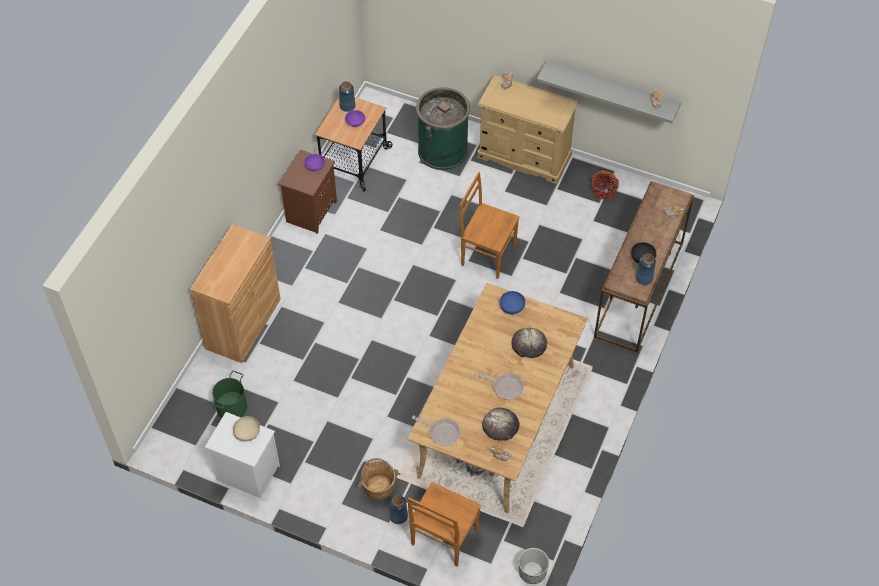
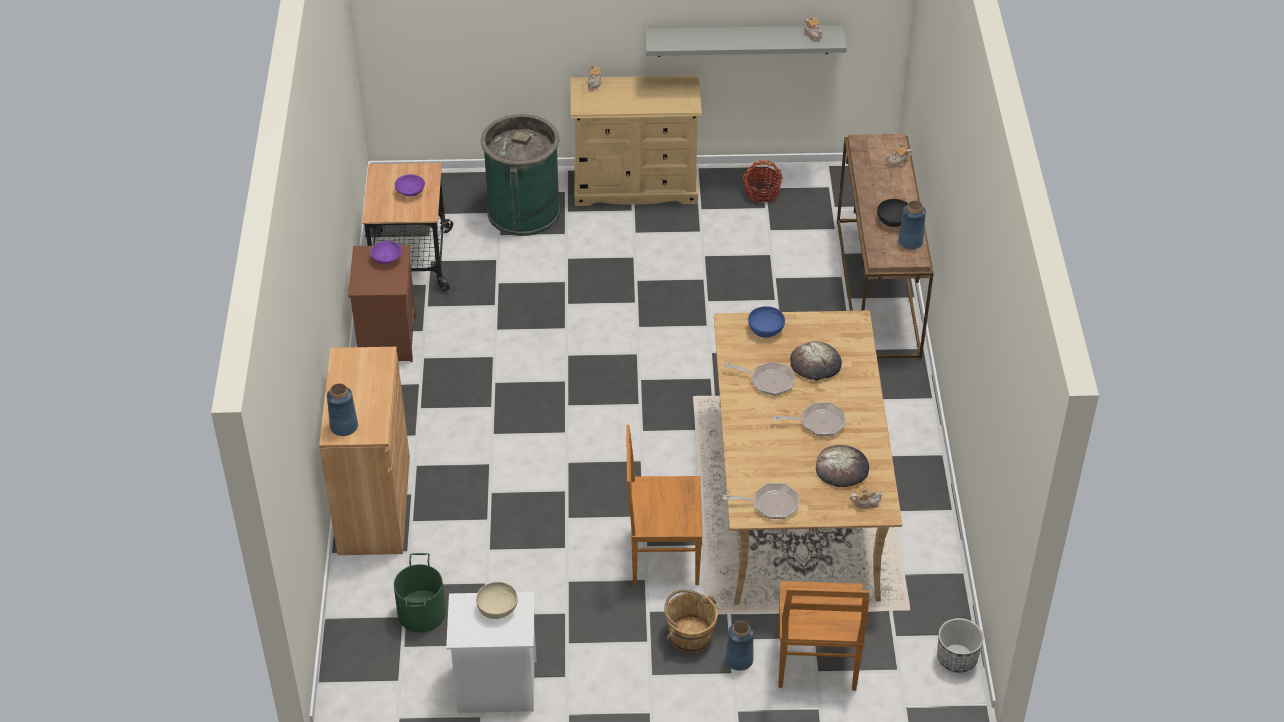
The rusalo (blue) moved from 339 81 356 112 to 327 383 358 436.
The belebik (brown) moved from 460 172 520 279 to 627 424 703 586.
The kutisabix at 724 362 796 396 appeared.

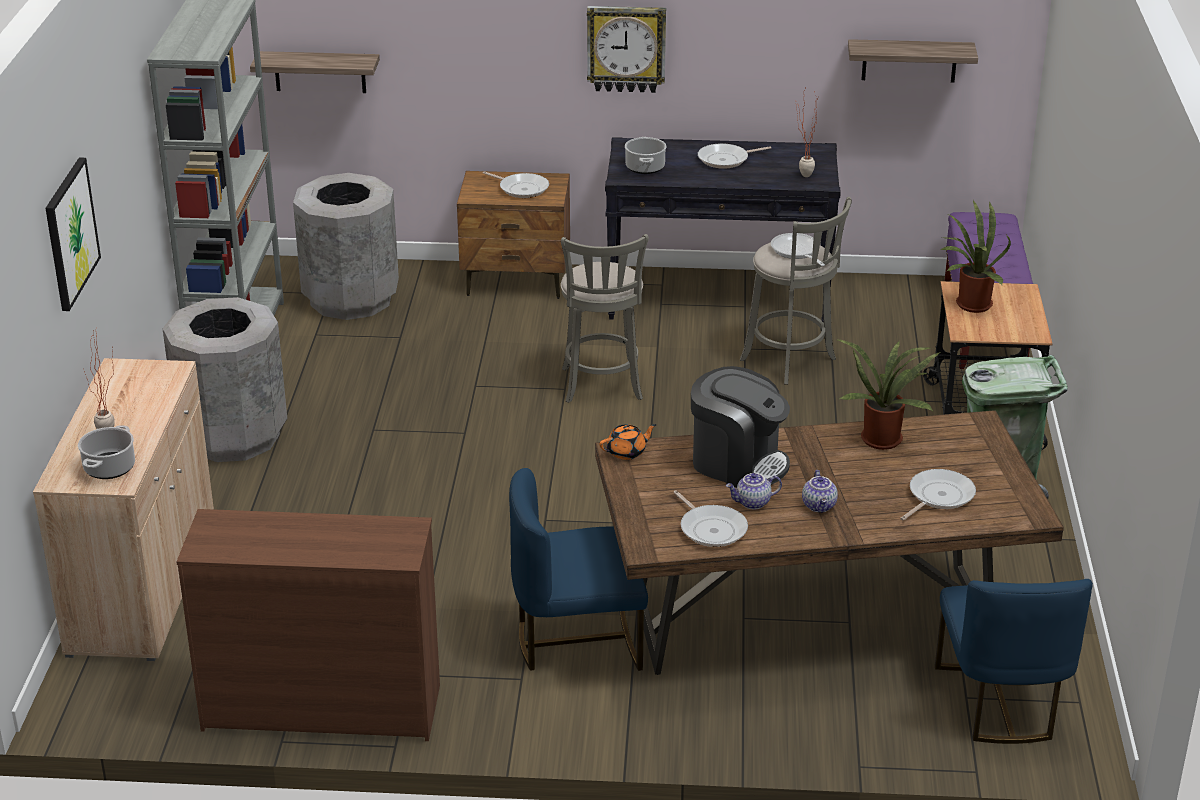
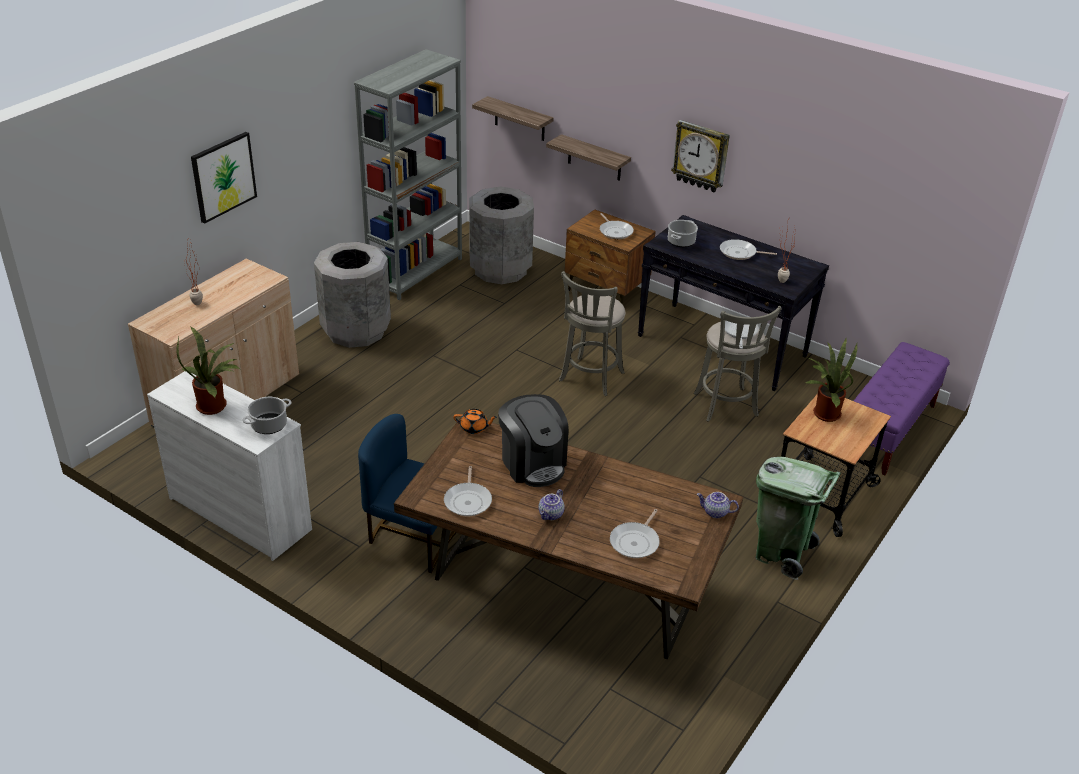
The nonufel moved from 78 425 135 479 to 243 397 292 434.
The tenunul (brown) at 176 509 440 741 became the tenunul (white) at 147 371 312 561.
The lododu moved from 726 473 782 509 to 697 492 739 518.
The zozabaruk moved from 836 339 941 450 to 177 327 240 415.
The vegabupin moved from 848 39 978 83 to 546 134 631 181.
The kutisabix at 900 469 976 521 turned 135 degrees clockwise.
The belebik (blue) at 935 579 1093 744 disappeared.

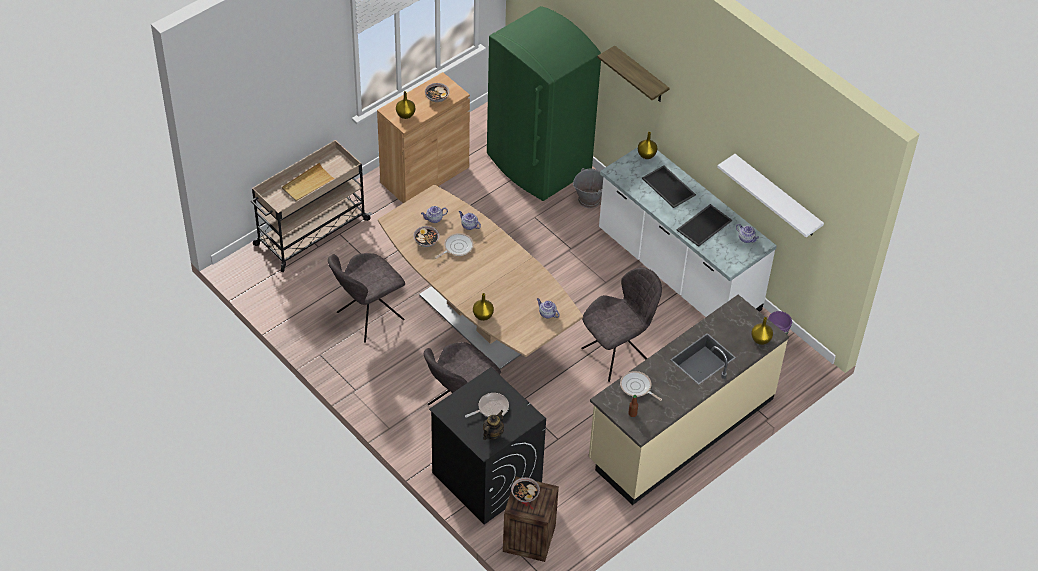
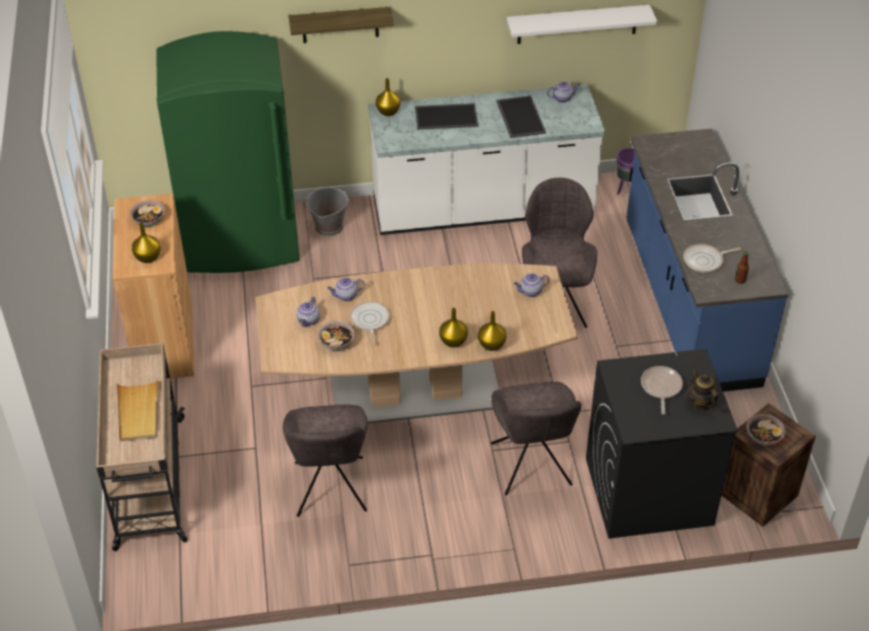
The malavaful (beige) at 589 294 789 505 became the malavaful (blue) at 626 129 788 392.
The rusalo (yellow) moved from 751 317 773 345 to 439 308 468 347.

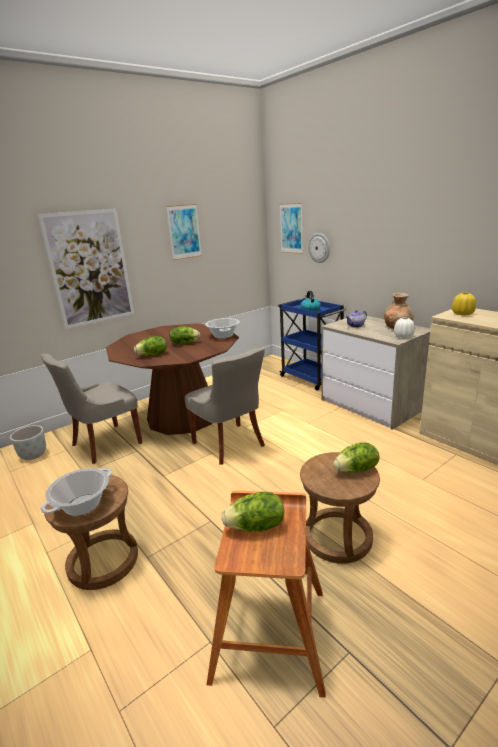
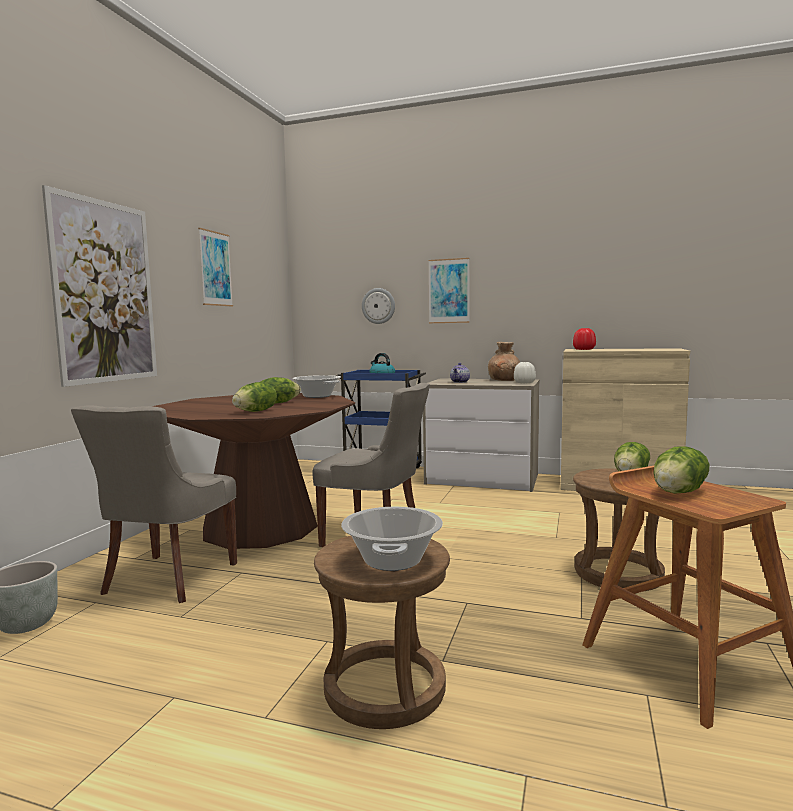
The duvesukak moved from 279 203 303 254 to 428 258 470 323.
The rusalo (yellow) at 452 293 476 315 became the rusalo (red) at 573 328 596 350.

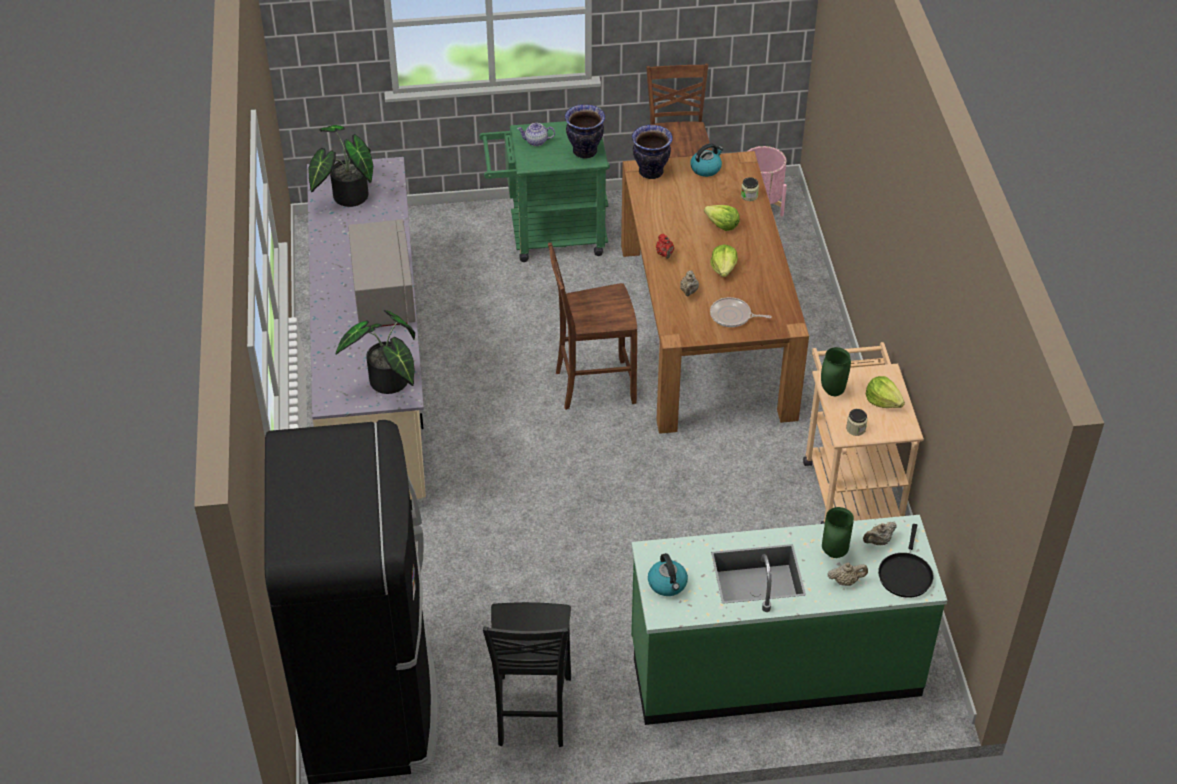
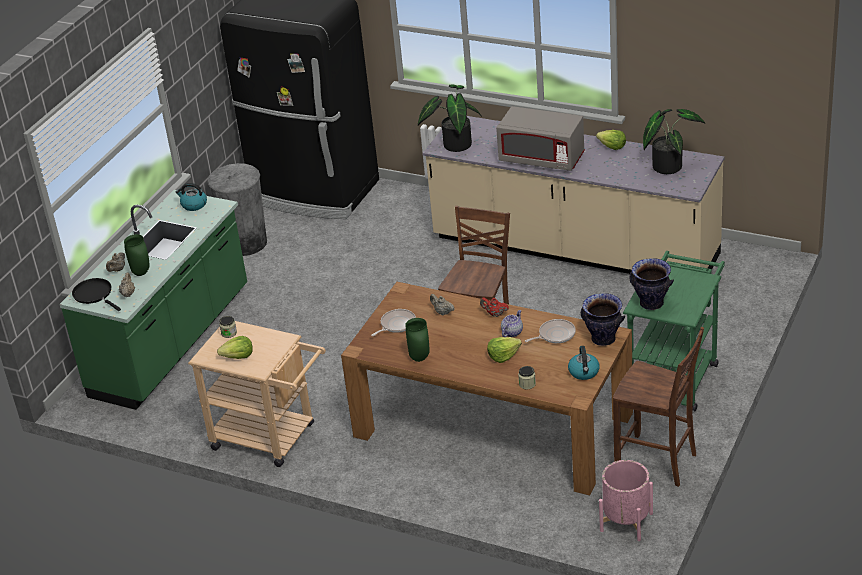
The belebik (black) at 483 602 571 747 was replaced by the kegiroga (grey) at 207 163 267 256.
The lododu moved from 517 123 555 146 to 501 310 523 337.
The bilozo moved from 710 245 738 277 to 596 130 626 150.
The rusalo (green) moved from 821 347 851 396 to 405 318 430 362.
The kutisabix at 525 319 576 343 appeared.

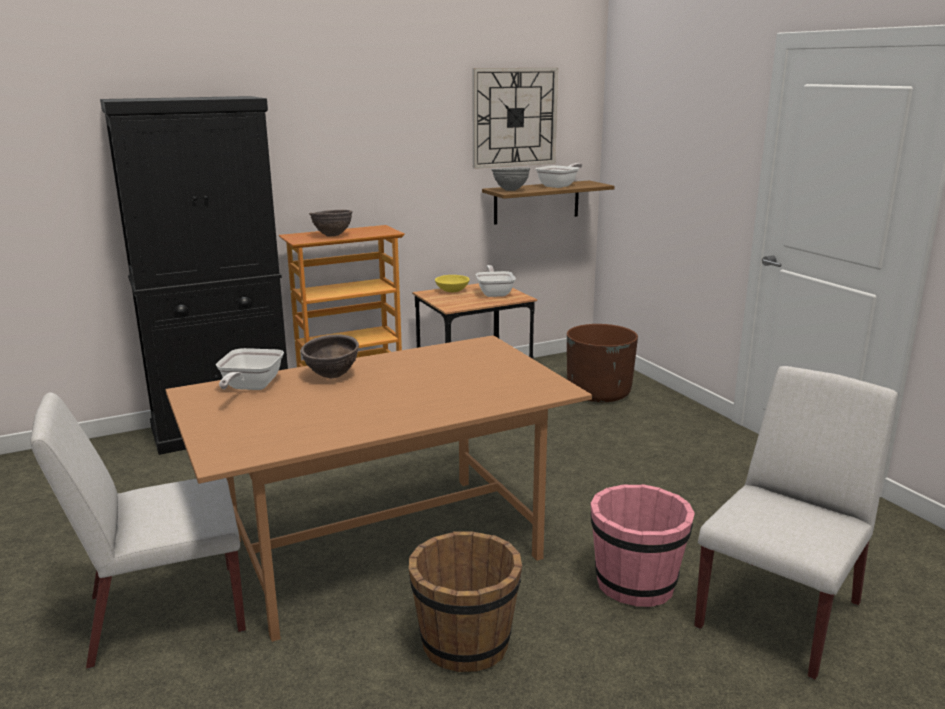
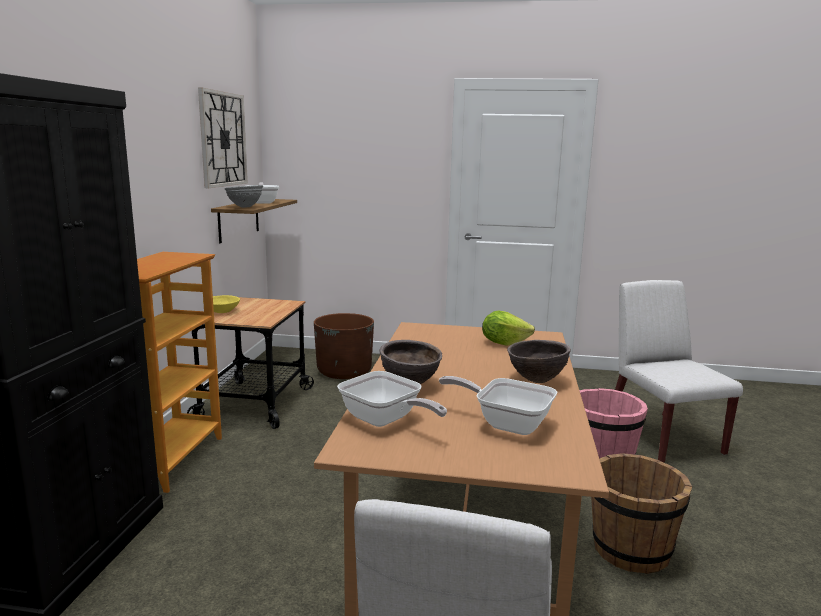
The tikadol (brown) moved from 309 210 352 237 to 507 340 571 383.
The kutisabix moved from 476 265 516 297 to 439 376 557 435.
The bilozo at 482 311 535 346 appeared.

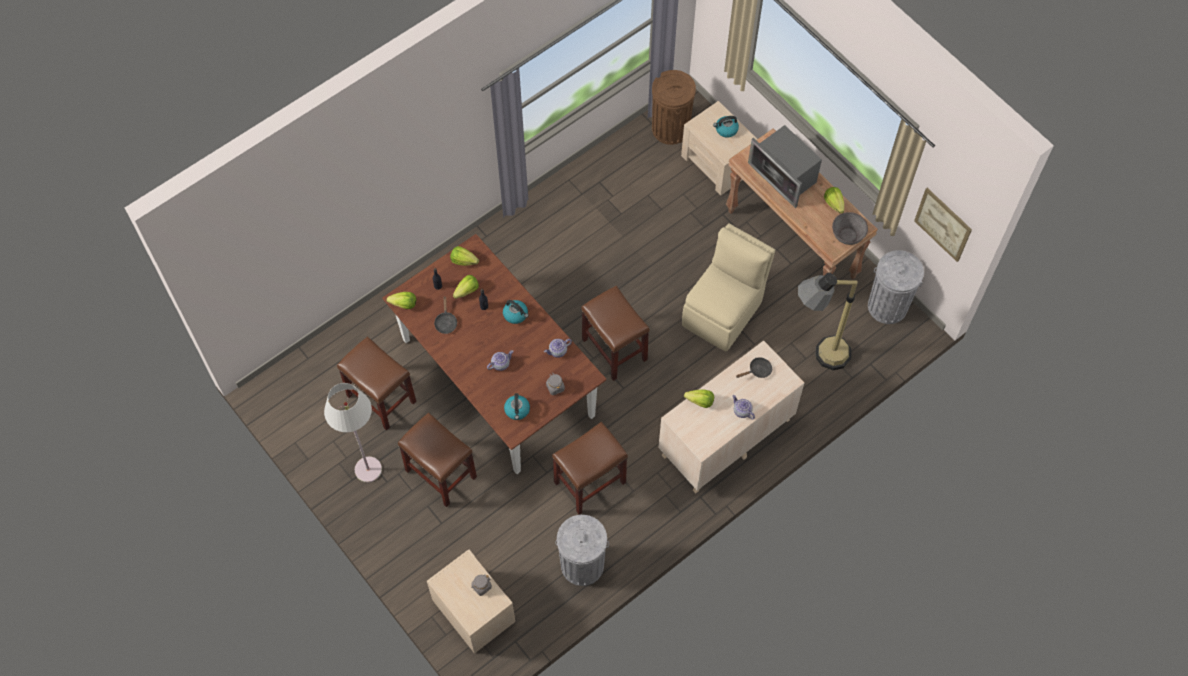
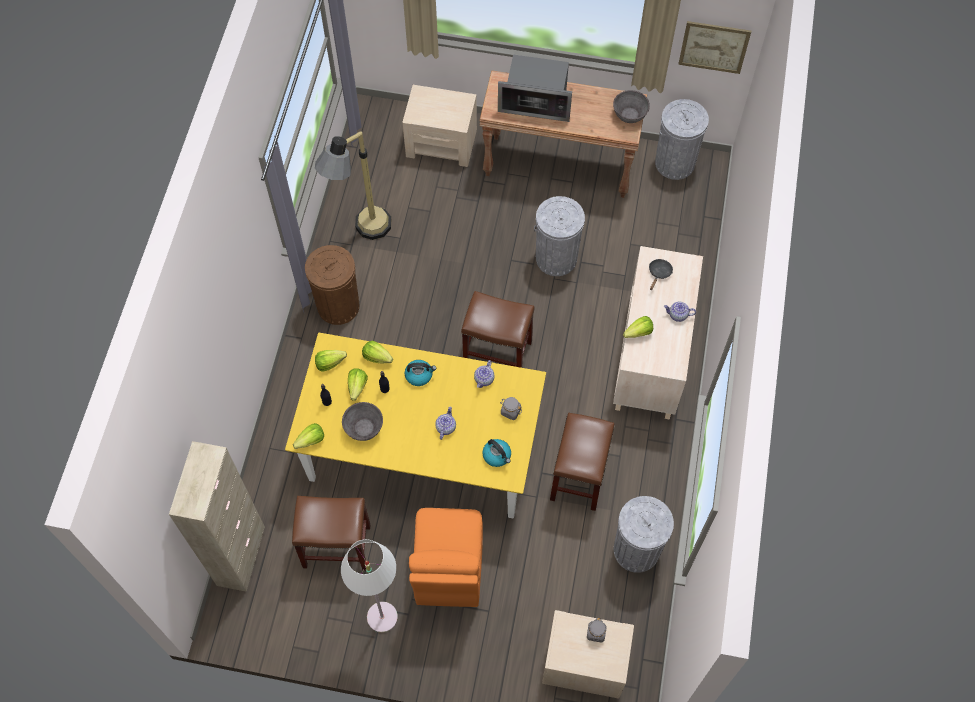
The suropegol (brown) at 382 234 606 474 became the suropegol (yellow) at 285 333 546 518.
The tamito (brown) at 398 412 477 507 was replaced by the belebik (orange) at 409 508 483 607.
The kutisabix (black) at 434 296 458 334 was replaced by the tikadol (grey) at 342 402 383 441.
The kegiroga (brown) moved from 652 70 696 145 to 305 245 359 325.
The belebik (beige) at 682 223 775 351 was replaced by the kegiroga (grey) at 534 196 585 276.
The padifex at 713 116 739 138 disappeared.
The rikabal moved from 798 273 858 371 to 315 131 391 240.
The bilozo moved from 824 187 844 214 to 362 341 393 363.
The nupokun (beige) at 169 441 265 592 appeared.

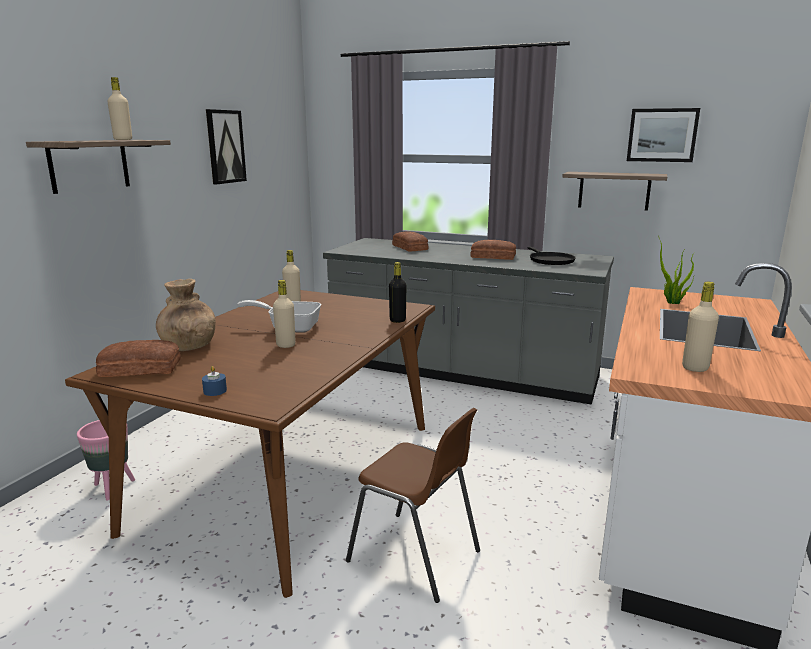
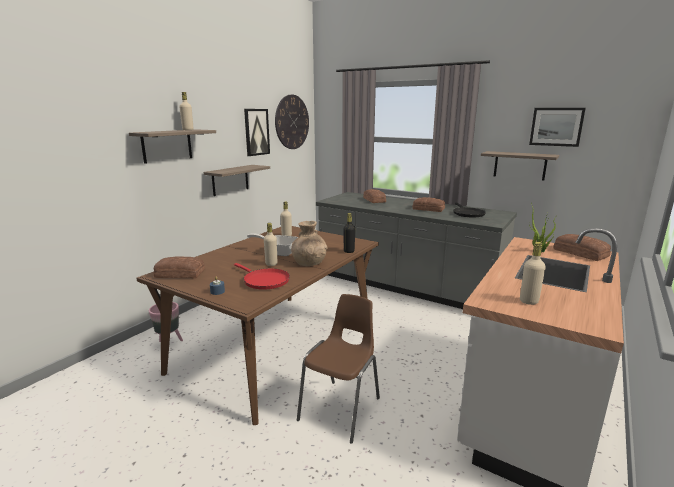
The rusalo (brown) moved from 156 279 216 351 to 291 221 328 266.
The belebik (brown) at 346 408 480 603 turned 105 degrees counterclockwise.
The vegabupin at 204 165 270 196 appeared.
The kutisabix (red) at 234 263 290 290 appeared.
The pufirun at 275 95 309 149 appeared.
The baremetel at 553 234 611 261 appeared.

